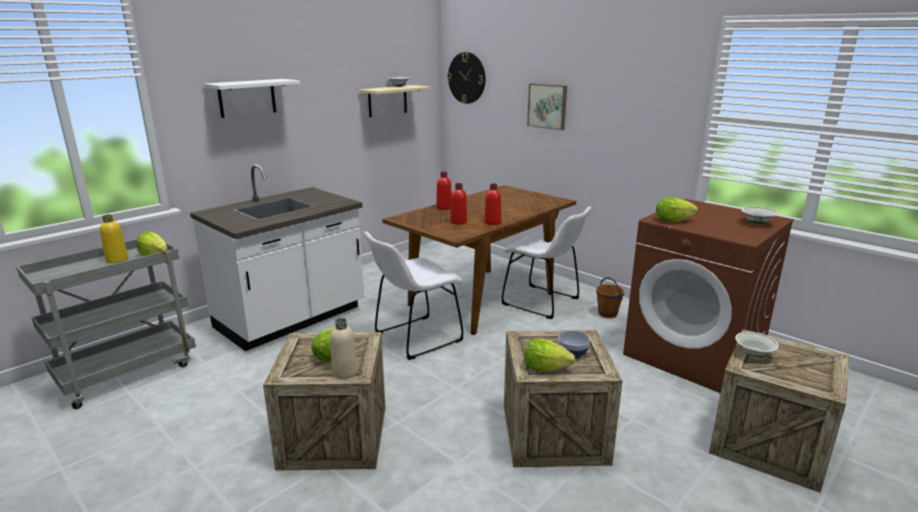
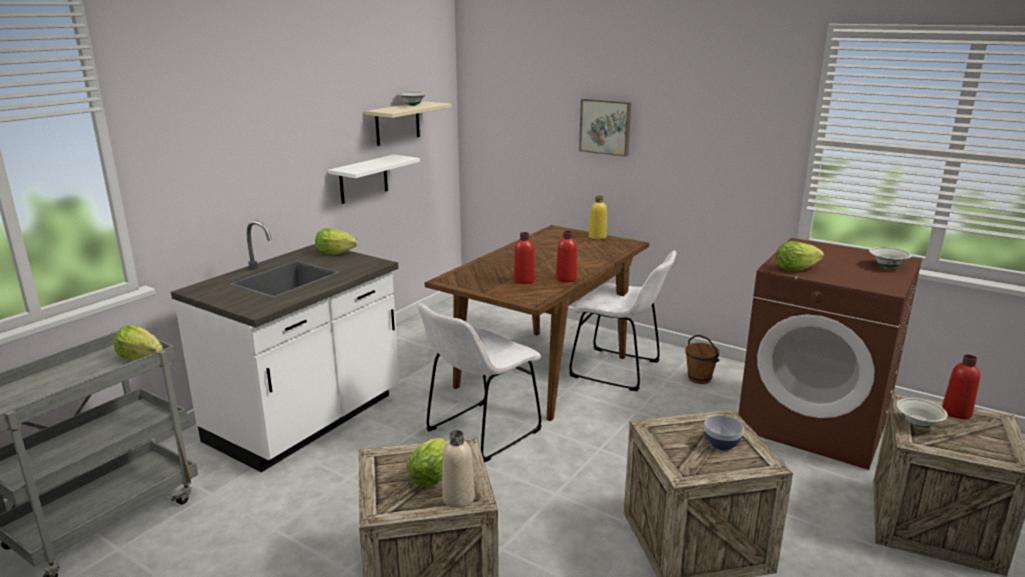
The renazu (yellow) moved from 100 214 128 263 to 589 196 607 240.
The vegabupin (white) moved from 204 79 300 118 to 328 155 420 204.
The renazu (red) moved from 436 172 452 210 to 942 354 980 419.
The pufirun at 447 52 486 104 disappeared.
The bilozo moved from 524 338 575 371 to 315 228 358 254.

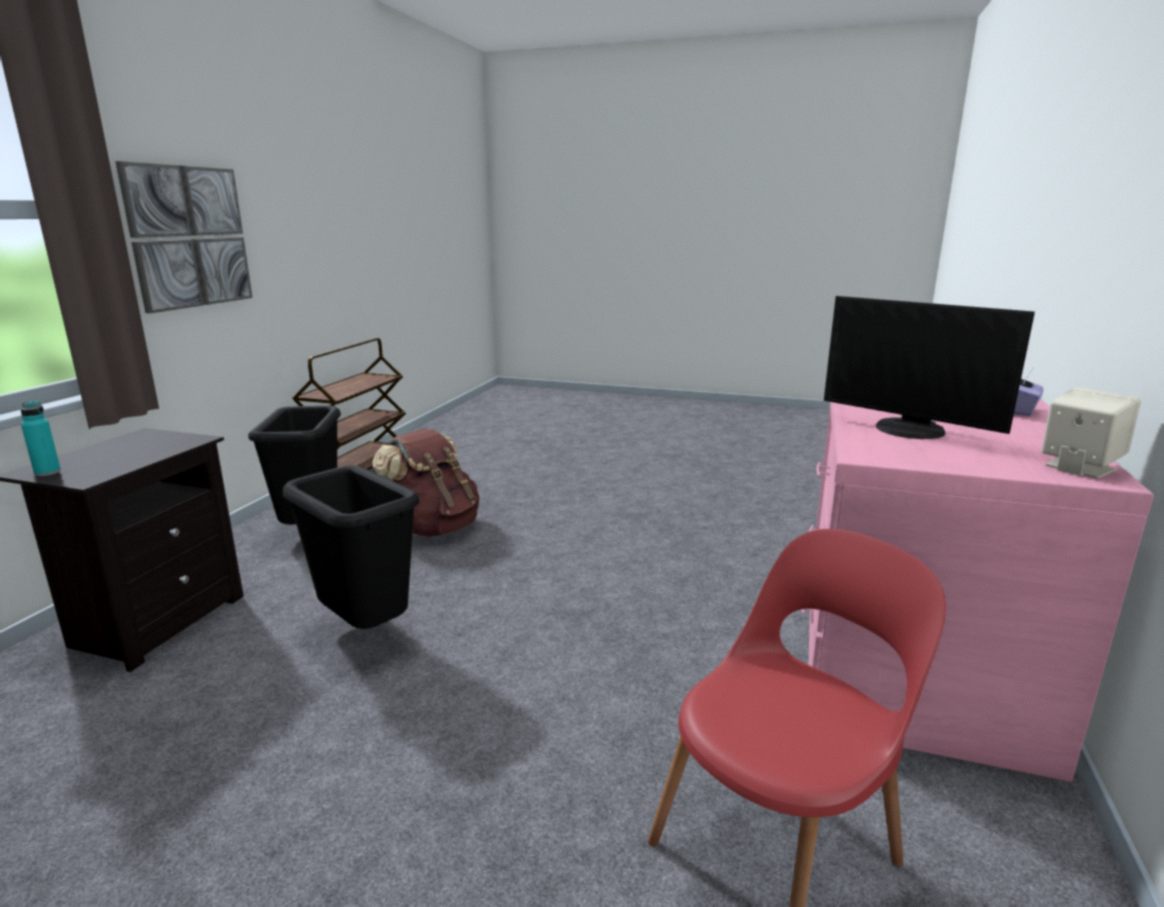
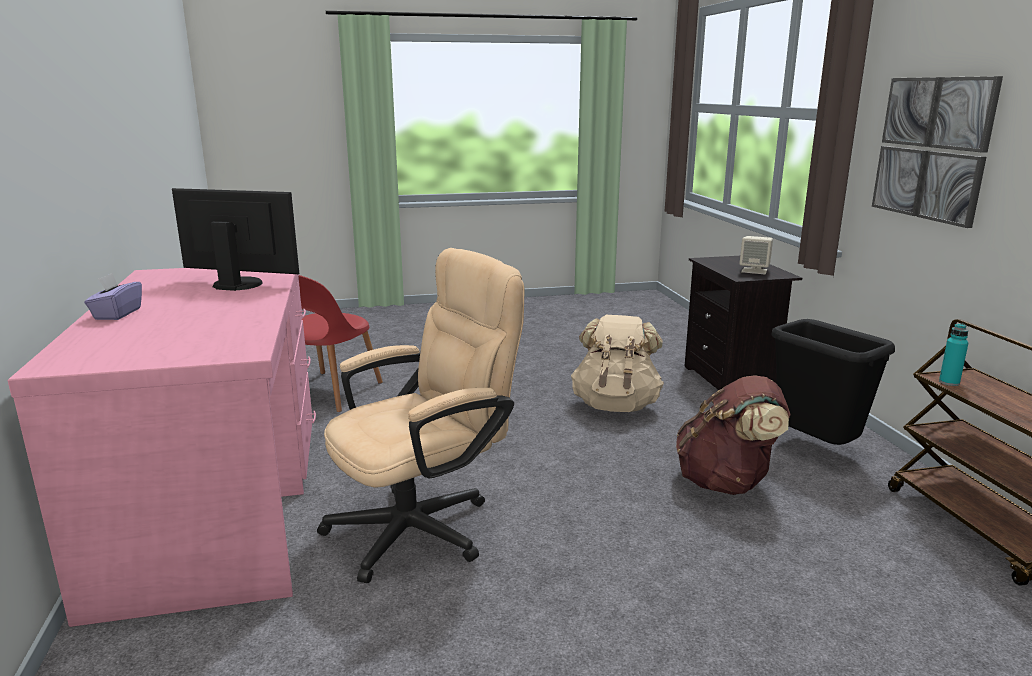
The renazu (turquoise) moved from 21 401 61 476 to 939 323 968 386.
The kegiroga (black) at 283 465 419 629 was replaced by the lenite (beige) at 571 315 664 412.
The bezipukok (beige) moved from 1042 387 1141 478 to 739 236 773 275.
The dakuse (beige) at 317 248 524 583 appeared.

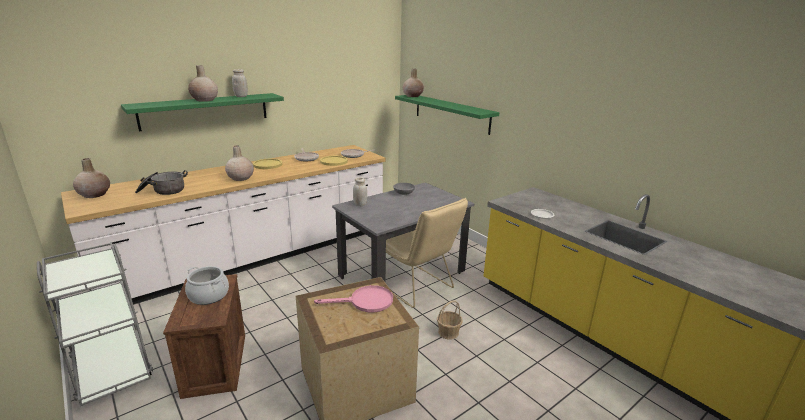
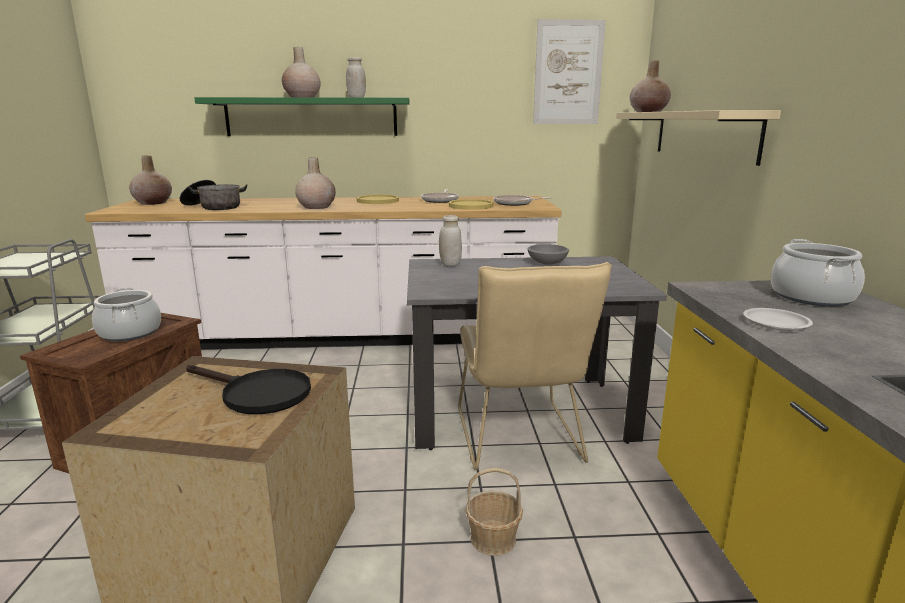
The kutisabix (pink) at 314 285 393 313 became the kutisabix (black) at 186 365 311 414.
The vegabupin (green) at 395 95 499 135 became the vegabupin (beige) at 616 110 781 166.
The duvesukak at 533 19 606 124 appeared.
The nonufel at 771 239 865 307 appeared.

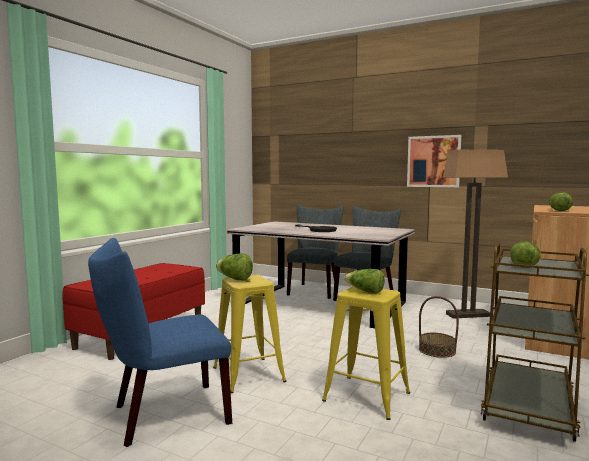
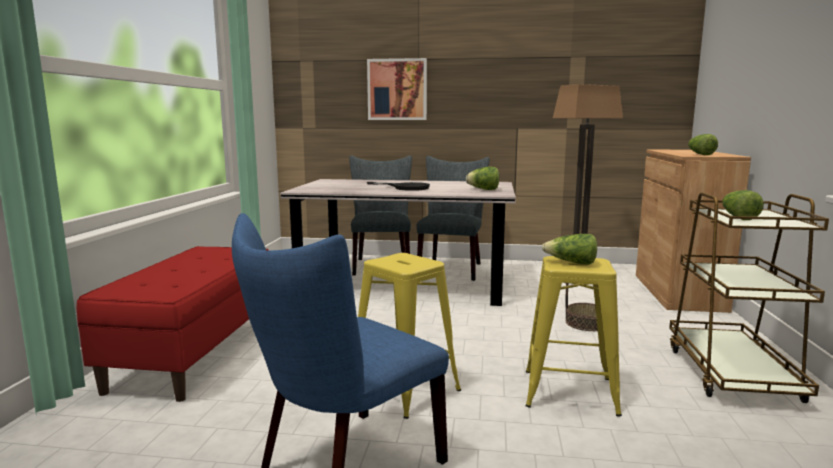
The bilozo moved from 216 253 253 280 to 466 167 499 190.
The duvesukak moved from 407 135 461 187 to 367 58 427 120.

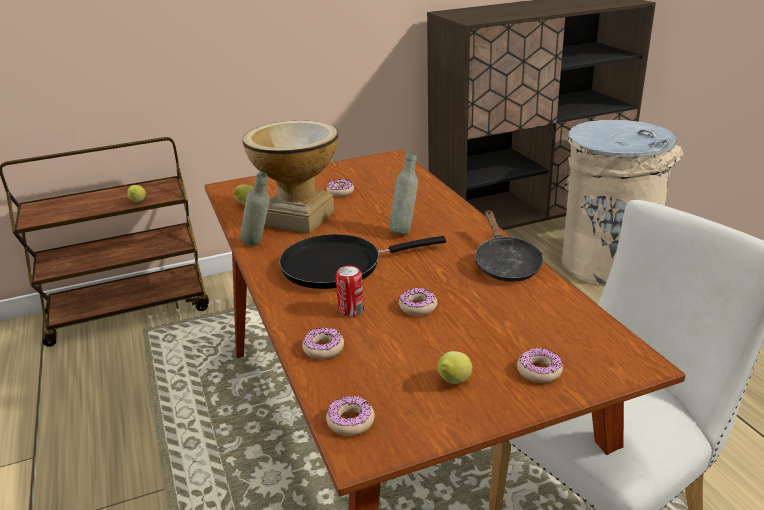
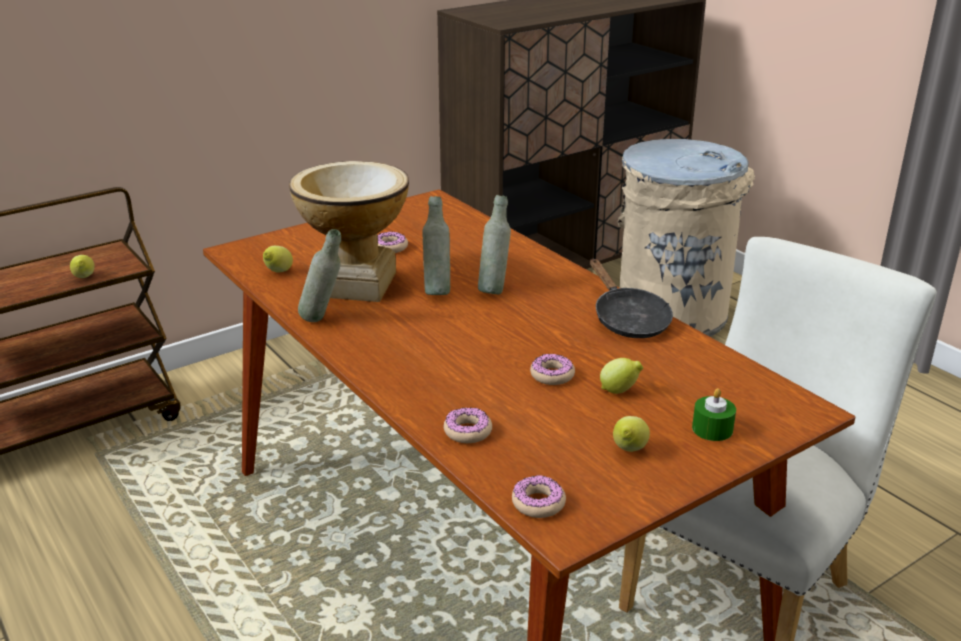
The kutisabix (black) at 279 234 446 289 disappeared.
The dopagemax at 336 265 364 317 disappeared.
The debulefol at 517 348 563 383 was replaced by the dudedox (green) at 692 388 736 441.
The renazu (grey) at 423 196 450 295 appeared.
The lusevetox at 600 358 643 394 appeared.

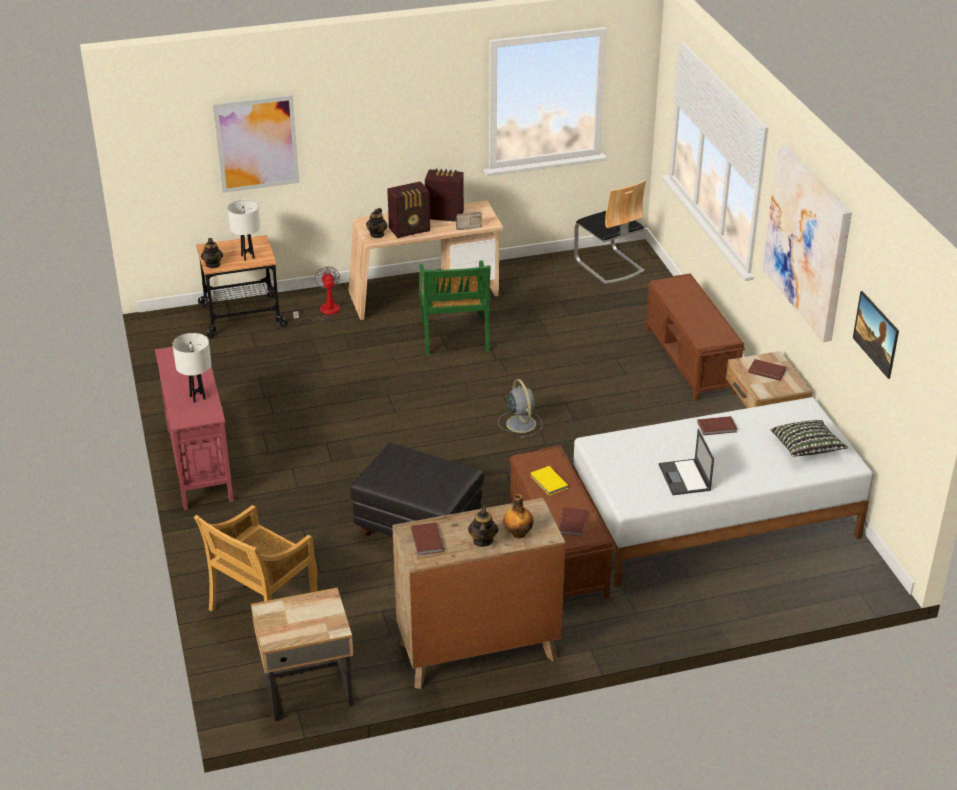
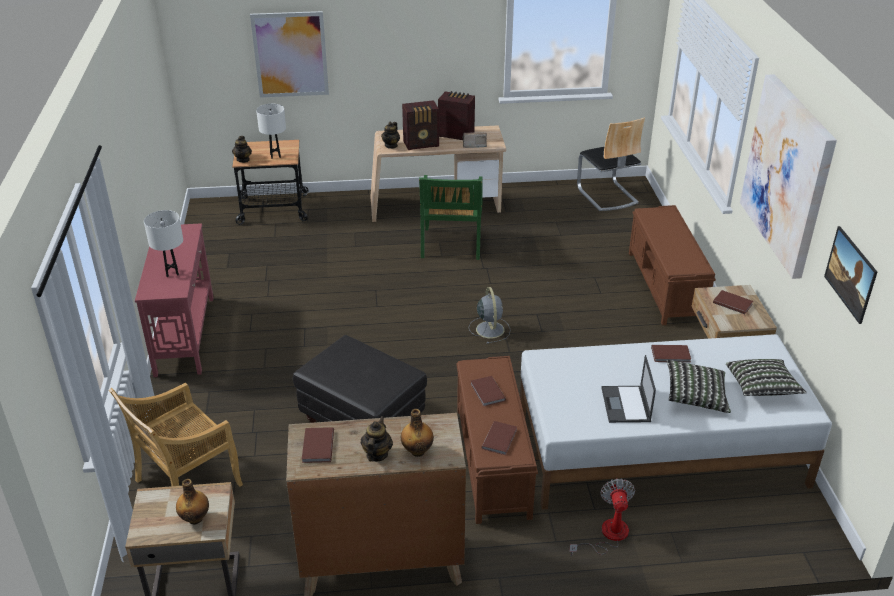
The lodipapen moved from 293 266 340 325 to 569 479 635 556.
The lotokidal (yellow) at 531 466 569 495 became the lotokidal (brown) at 471 376 506 406.
The renazu at 176 479 209 525 appeared.
The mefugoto at 667 360 731 413 appeared.

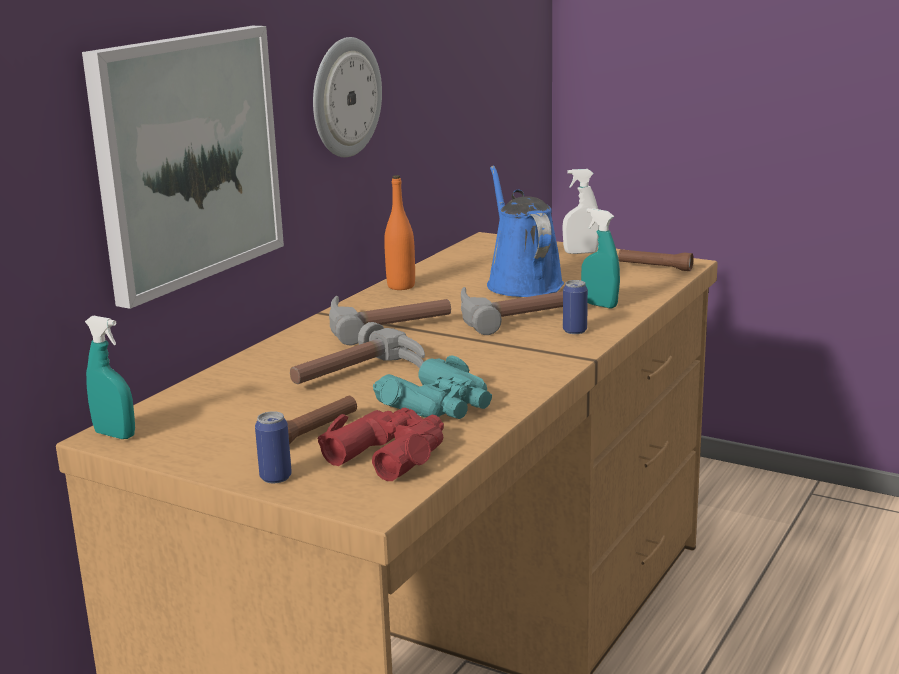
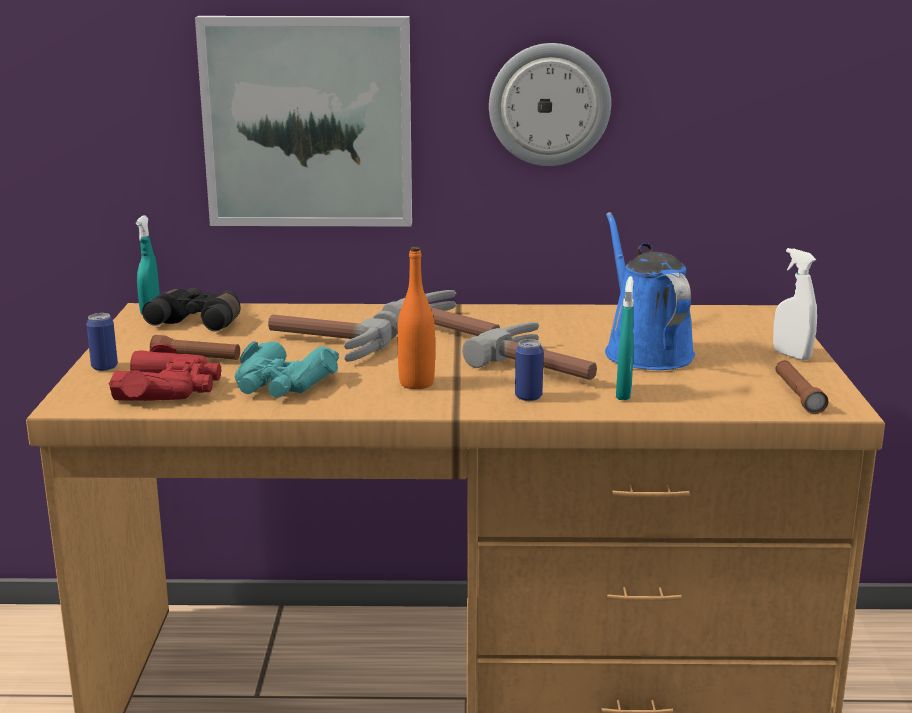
The renazu (orange) moved from 384 175 415 290 to 397 247 435 389.
The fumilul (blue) at 487 166 564 297 turned 60 degrees counterclockwise.
The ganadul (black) at 142 288 241 332 appeared.

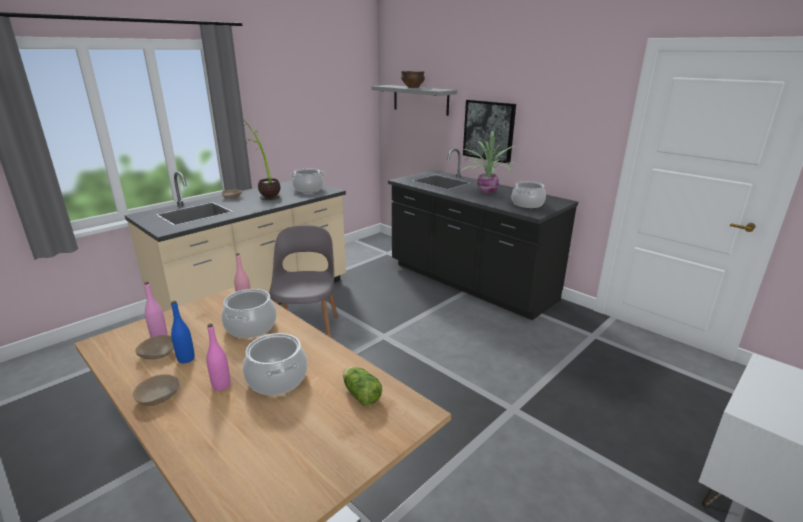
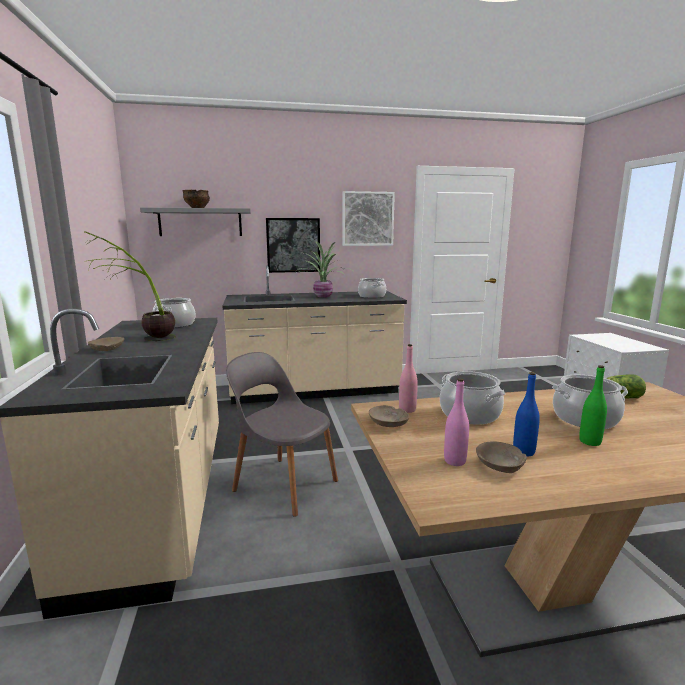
The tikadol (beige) moved from 133 374 179 406 to 369 405 409 427.
The renazu (pink) at 206 324 231 391 became the renazu (green) at 579 365 607 446.
The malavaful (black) at 388 149 578 320 became the malavaful (beige) at 223 265 407 404.
The duvesukak at 342 191 395 246 appeared.

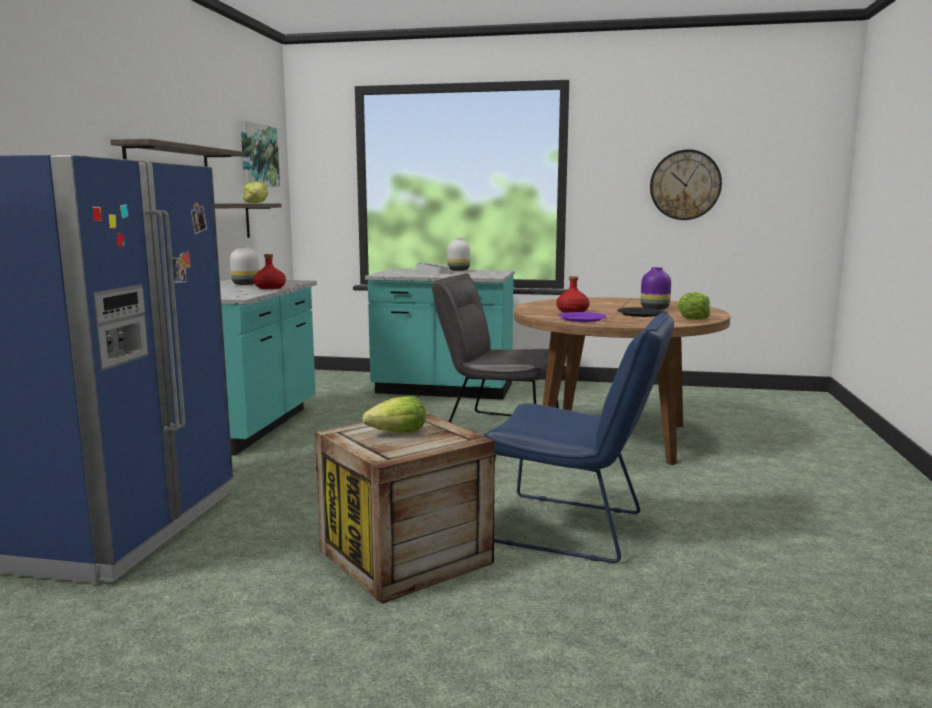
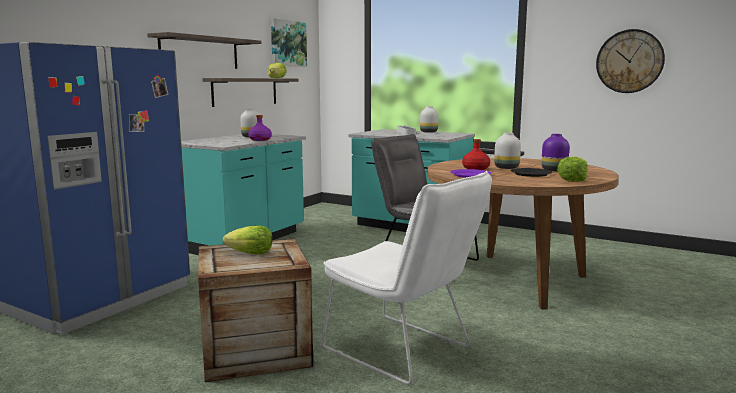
The renazu (red) at 254 254 286 289 became the renazu (purple) at 248 115 272 141.
The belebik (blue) at 484 311 674 563 became the belebik (white) at 322 171 492 385.
The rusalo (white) at 494 132 521 169 appeared.

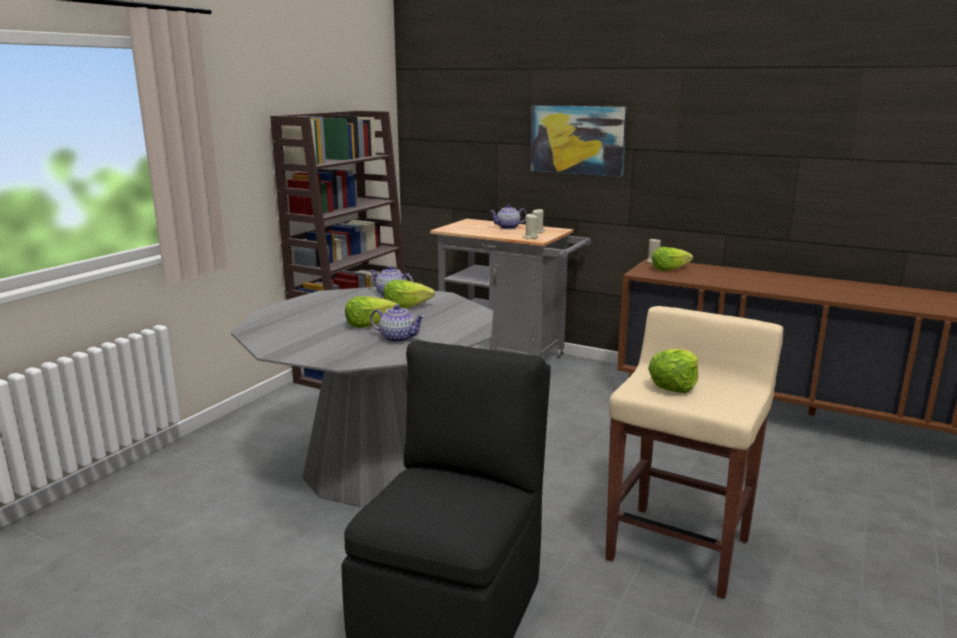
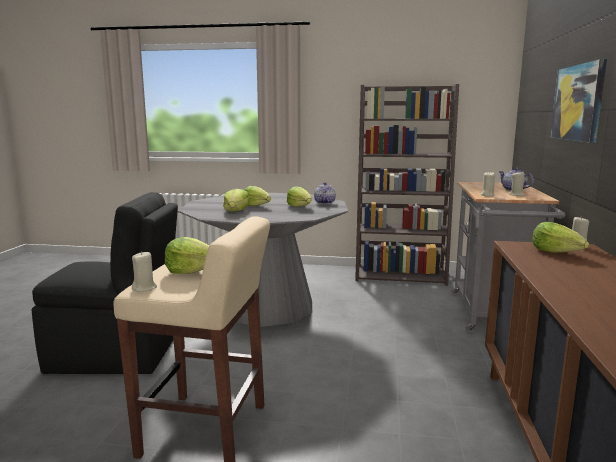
The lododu at 370 305 425 343 was replaced by the bilozo at 223 189 250 212.
The dudedox (beige) at 132 251 157 292 appeared.

